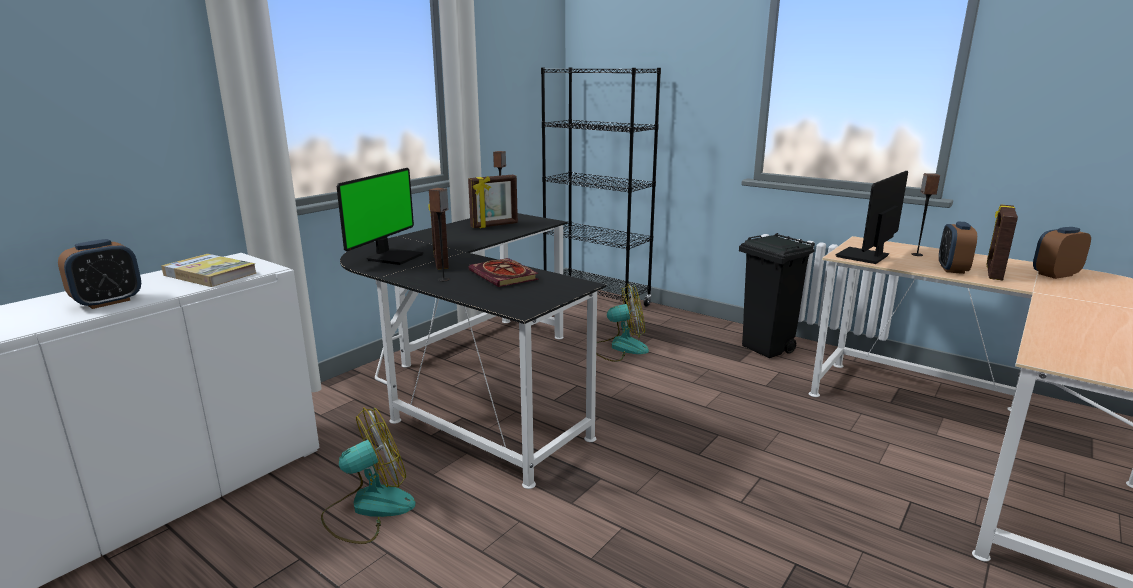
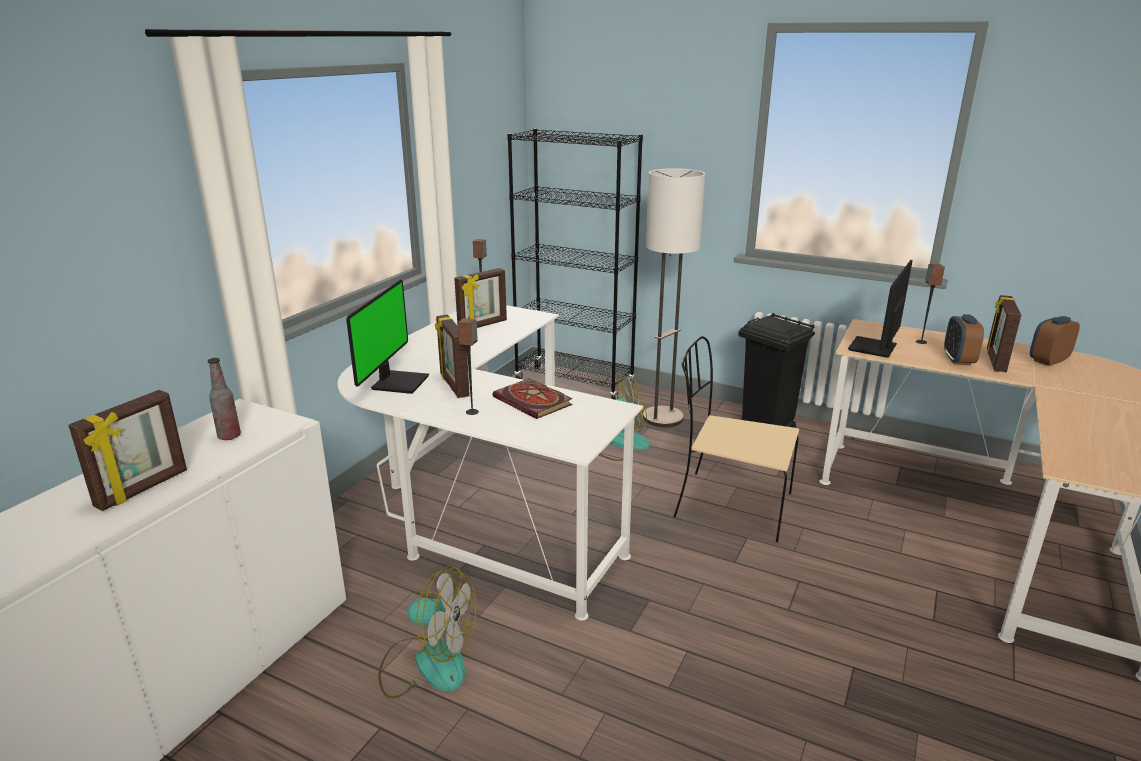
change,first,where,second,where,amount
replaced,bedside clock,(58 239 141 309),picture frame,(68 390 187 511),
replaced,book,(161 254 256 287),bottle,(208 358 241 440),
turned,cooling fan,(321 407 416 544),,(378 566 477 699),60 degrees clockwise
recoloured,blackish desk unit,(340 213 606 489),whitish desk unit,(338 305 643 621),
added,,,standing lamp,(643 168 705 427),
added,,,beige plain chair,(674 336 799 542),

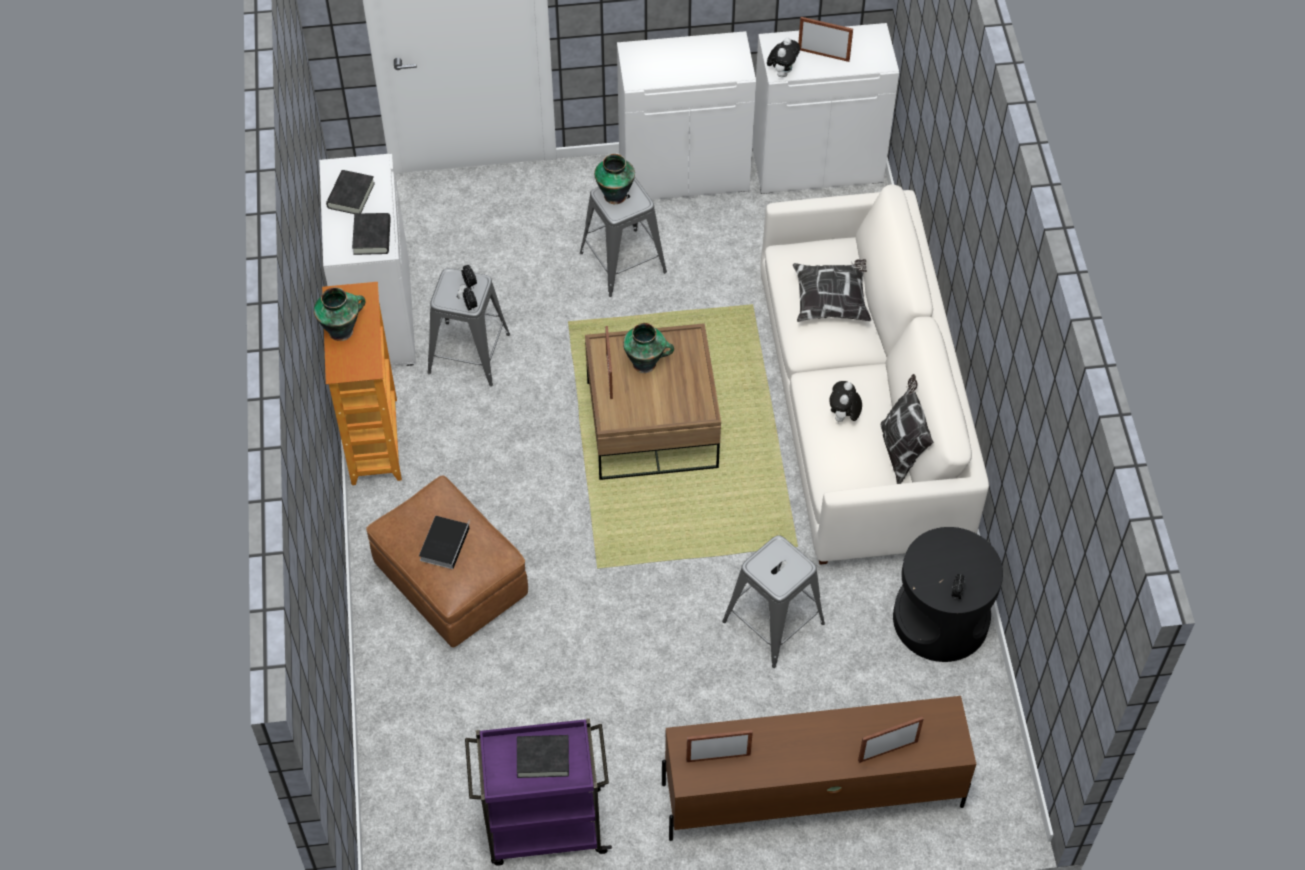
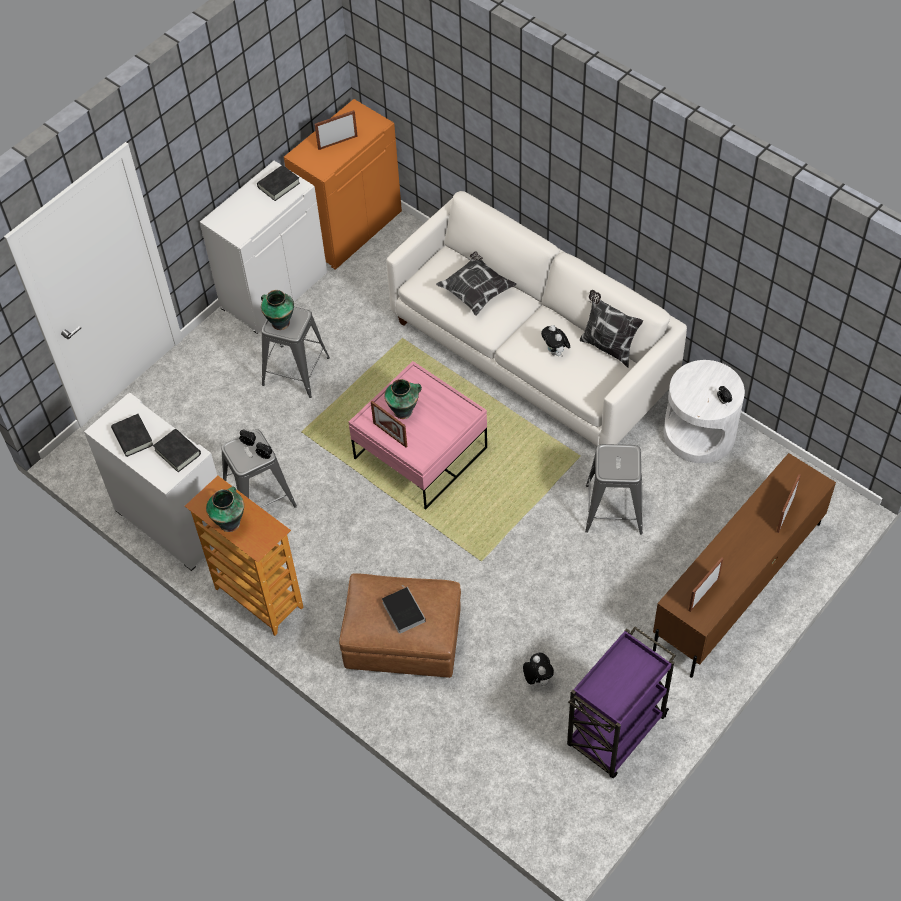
change,first,where,second,where,amount
moved,blackish book,(517 735 569 778),,(257 165 300 201),
recoloured,brown-coloured coffee table,(585 323 721 480),pinkish coffee table,(348 361 487 510),
recoloured,whitish cabinet,(752 23 899 194),orange-coloured cabinet,(284 99 402 270),
moved,cuddly toy,(767 38 800 77),,(523 653 554 686),
recoloured,blackish side table,(893 527 1003 662),whitish side table,(664 360 745 463),

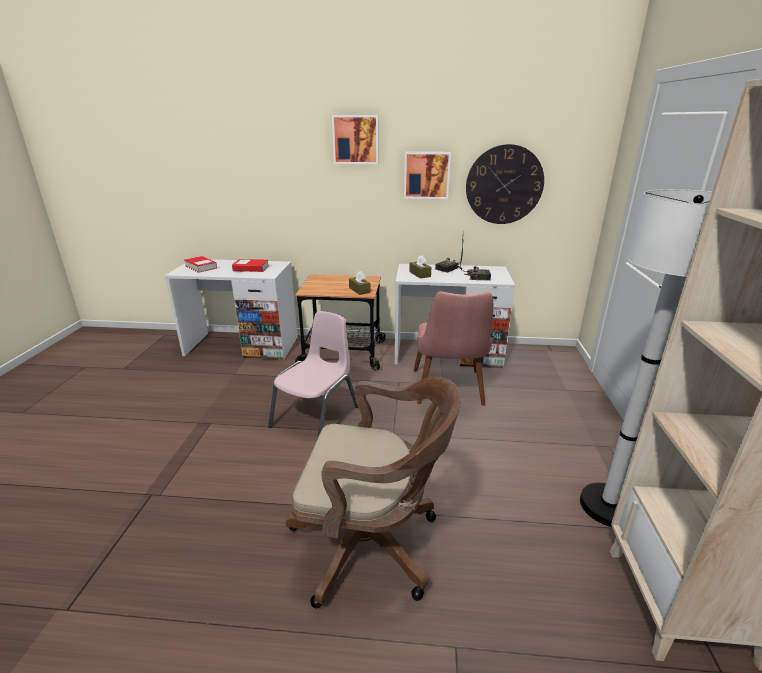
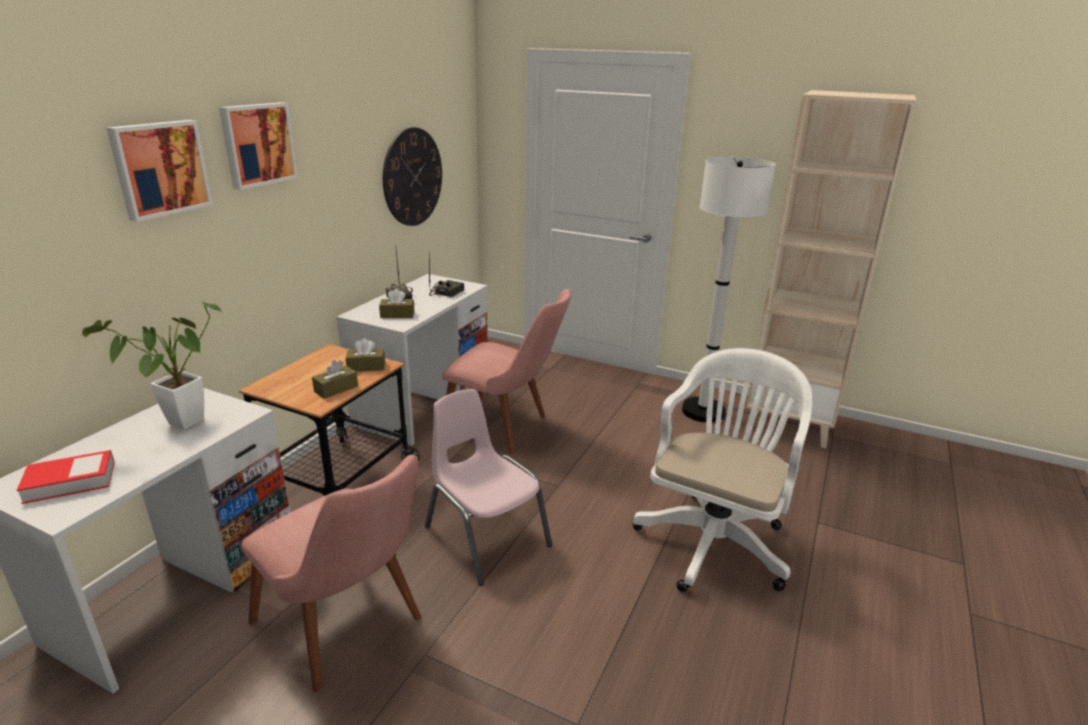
change,first,where,second,where,amount
replaced,book,(232 259 269 272),plant in a pot,(82 301 224 430),
recoloured,brown-coloured desk chair,(286 377 461 609),whitish desk chair,(632 348 812 592),
moved,wall picture,(404 152 451 199),,(107 120 213 222),
added,,,pinkish plain chair,(241 455 421 692),
added,,,brown-coloured tissue holder,(312 360 358 399),

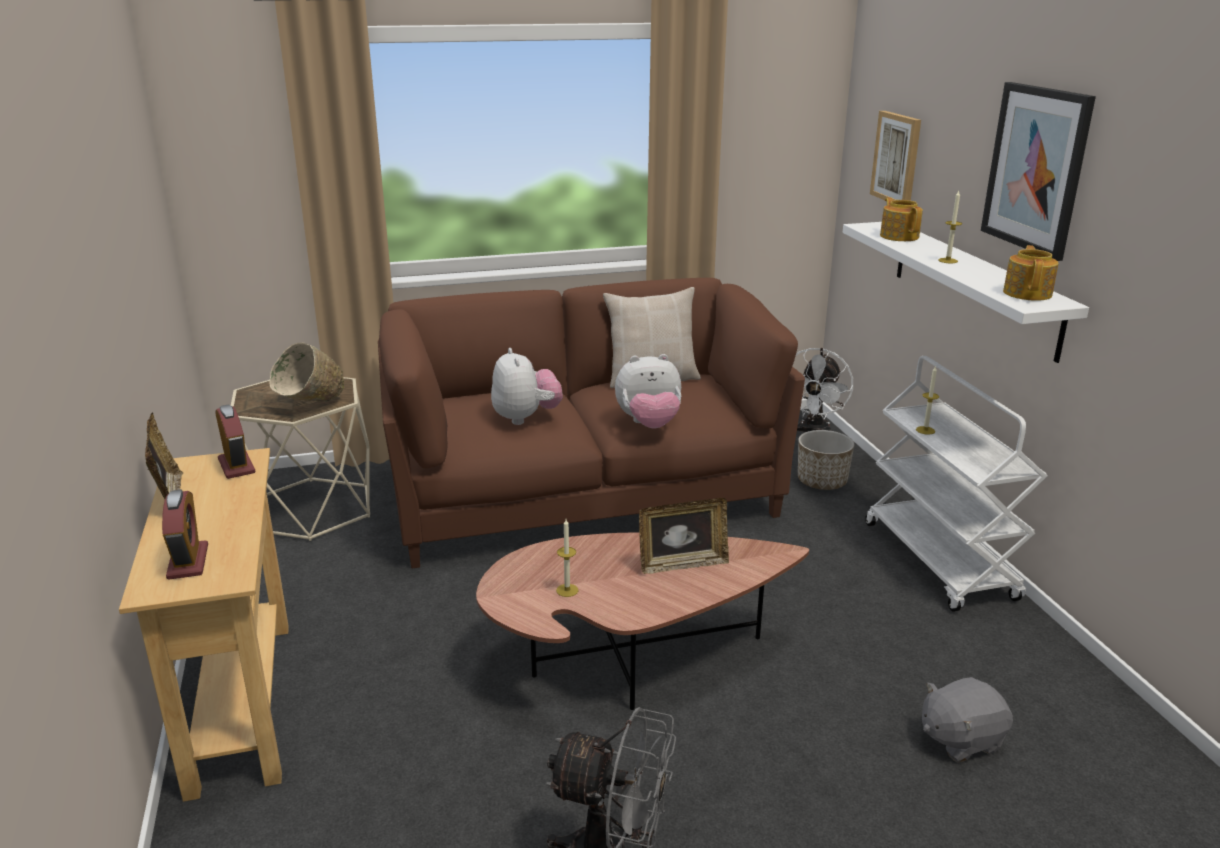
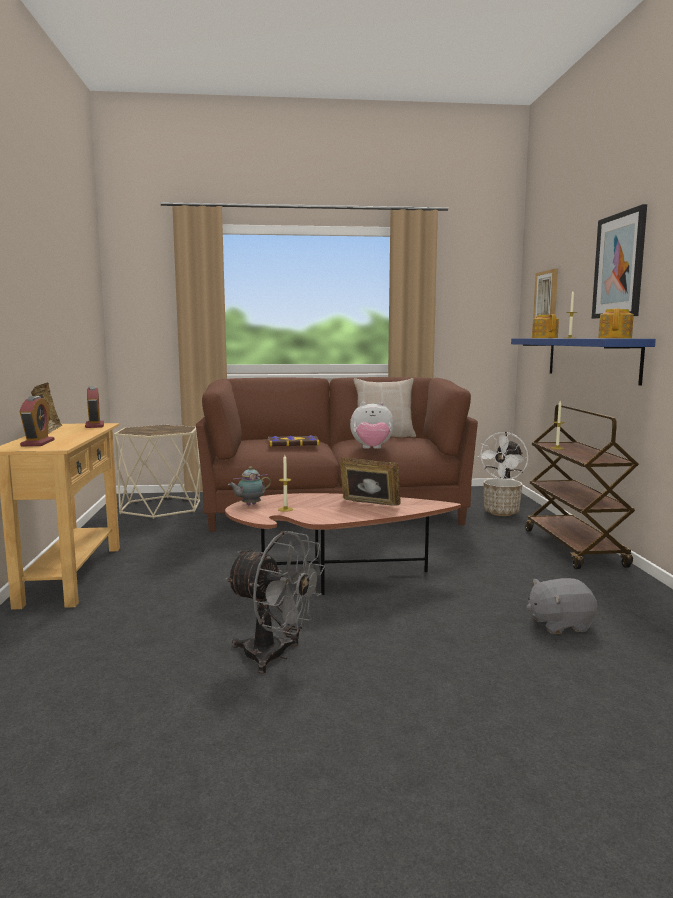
change,first,where,second,where,amount
removed,beige bowl,(269 342 344 402),,,
replaced,cuddly toy,(491 348 563 425),book,(268 435 319 446),
turned,picture frame,(639 498 729 574),,(340 457 401 506),150 degrees counterclockwise
recoloured,whitish shelf,(843 222 1089 363),bluish shelf,(511 338 656 385),
recoloured,whitish cart,(865 356 1047 612),brown-coloured cart,(525 404 639 569),
added,,,teapot,(228 466 271 505),

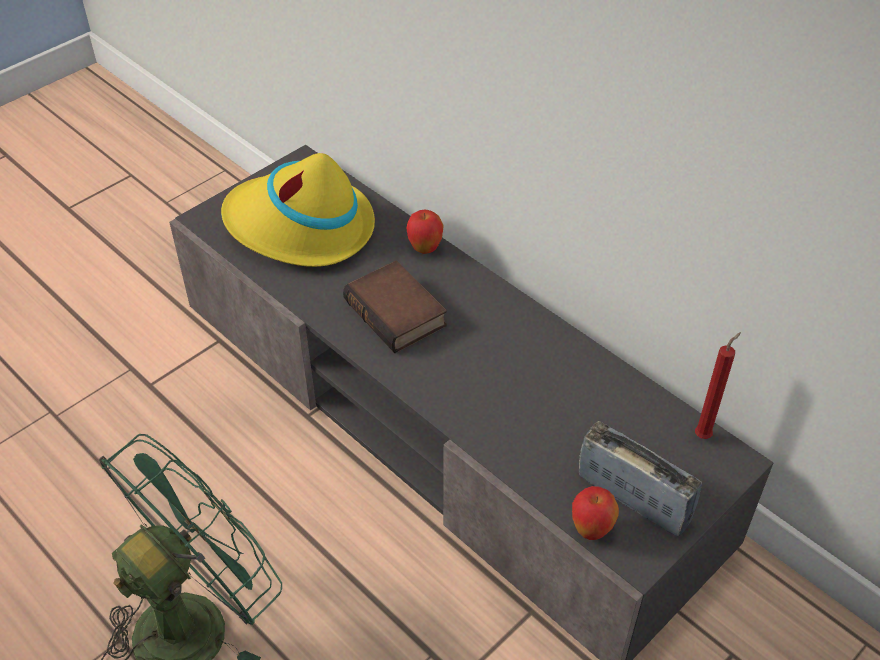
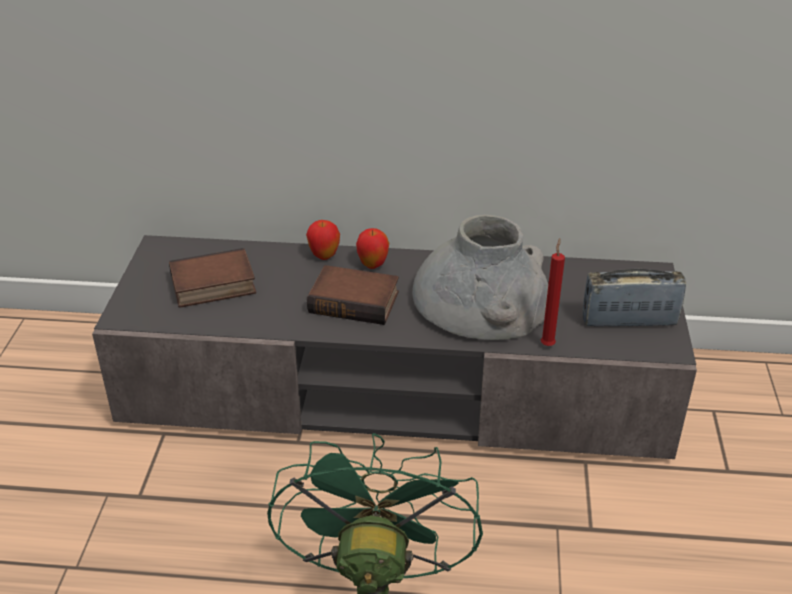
change,first,where,second,where,amount
replaced,yellow clothing hat,(221 153 375 267),book,(169 248 256 308),
moved,whole apple,(572 486 619 540),,(356 228 389 269),
moved,red-coloured wax light,(695 332 741 439),,(541 238 565 346),
added,,,greyish vase,(412 215 548 340),

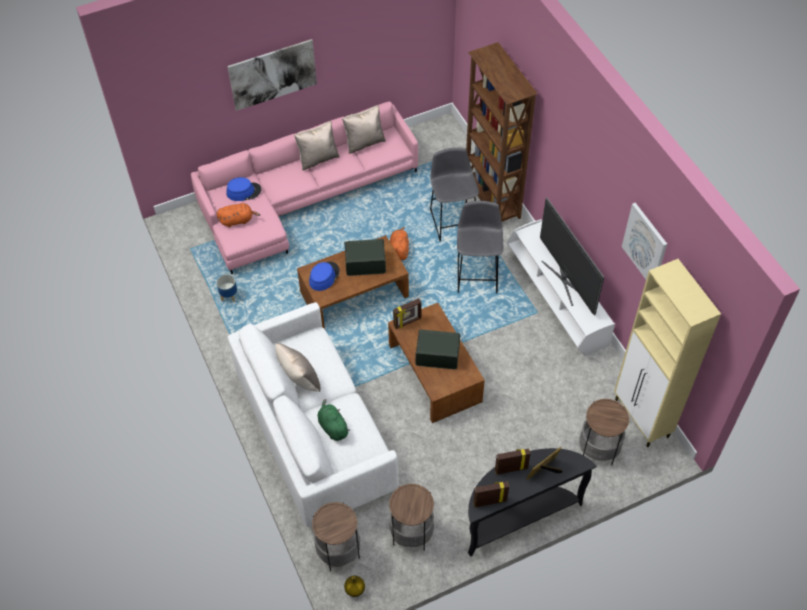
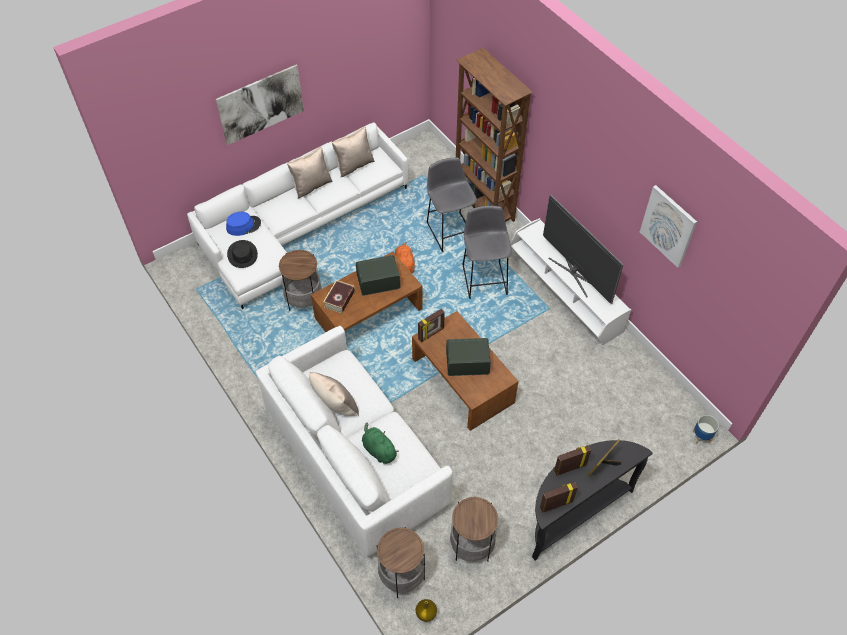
change,first,where,second,where,amount
recoloured,pinkish settee,(191 101 418 274),whitish settee,(187 122 408 309),
replaced,orange-coloured cuddly toy,(217 203 260 227),blackish clothing hat,(227 240 258 268),
moved,planter,(217 274 237 302),,(693 415 719 444),
replaced,bluish clothing hat,(309 261 340 291),book,(323 280 355 314),
moved,side table,(579 399 629 465),,(279 250 322 311),
removed,beige cabinet,(614 259 721 447),,,

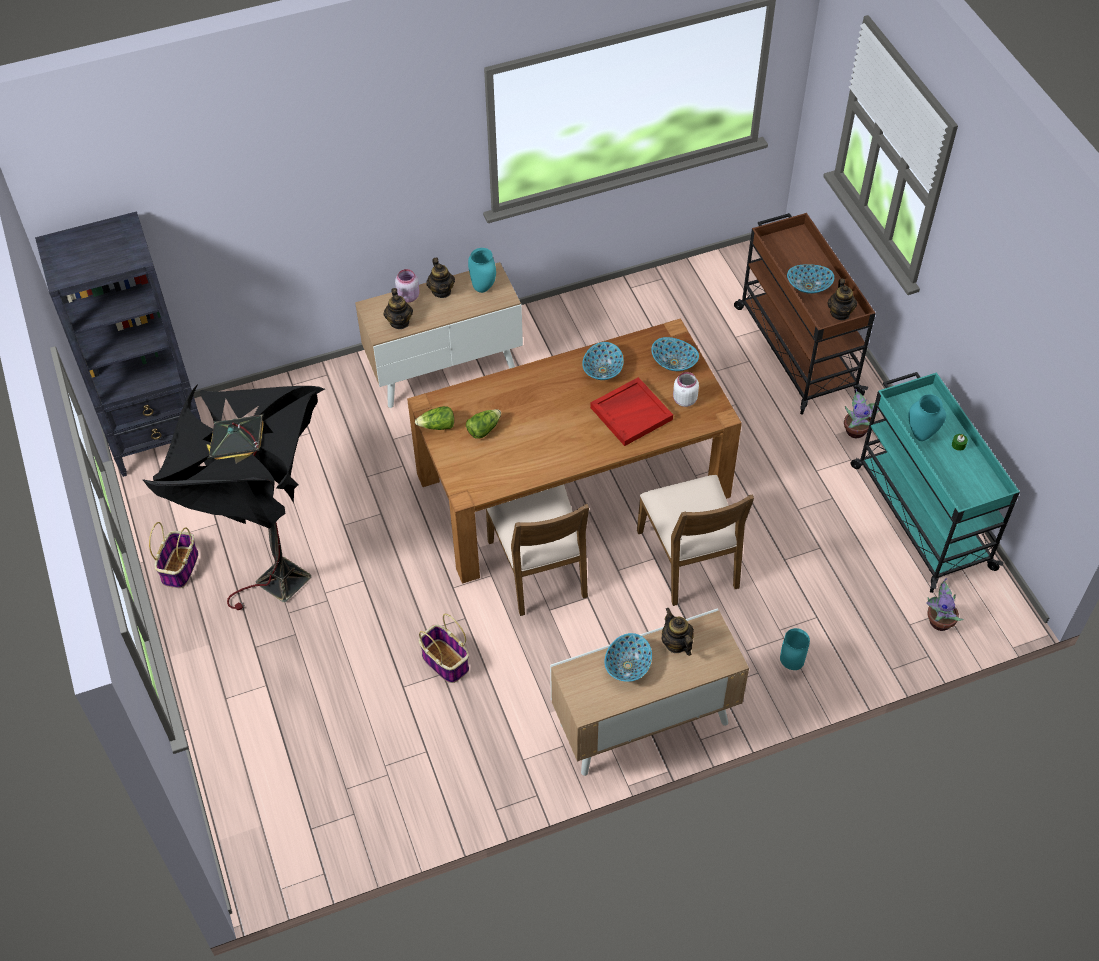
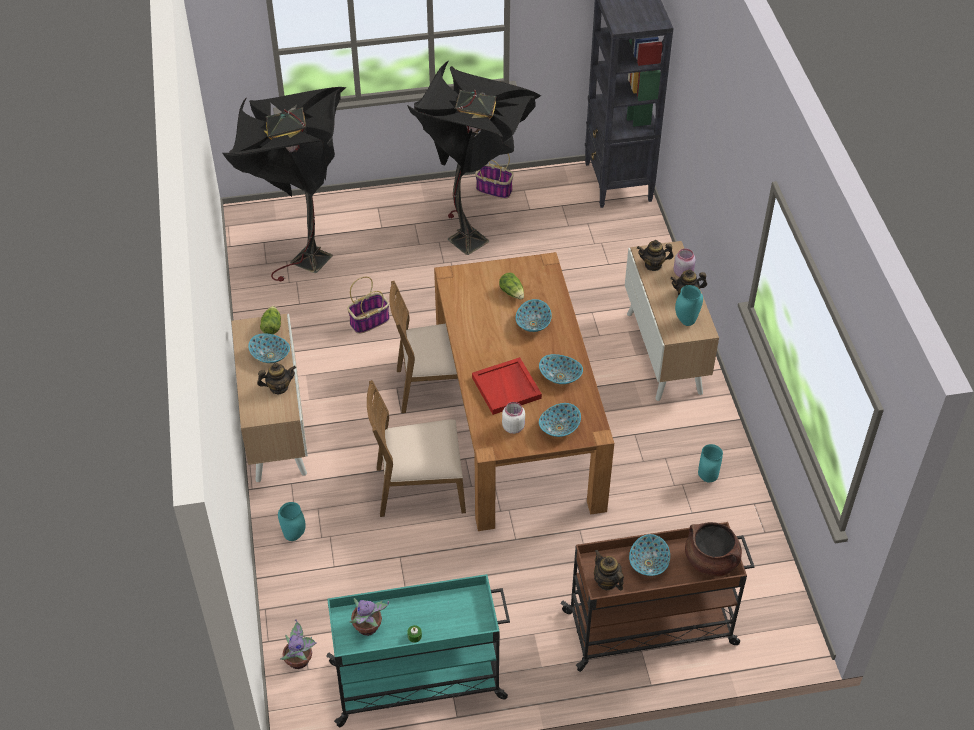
change,first,where,second,where,amount
moved,lettuce,(415 406 454 430),,(260 306 281 334),
turned,teapot,(827 279 857 320),,(594 550 624 590),45 degrees clockwise
moved,plant in a pot,(844 389 879 438),,(349 598 389 636),
moved,blue-green vase,(908 394 946 441),,(698 444 723 482),
added,,,blackish standing lamp,(222 87 346 282),
added,,,bowl,(516 299 552 332),
added,,,brown-coloured saucepot,(685 522 742 576),

